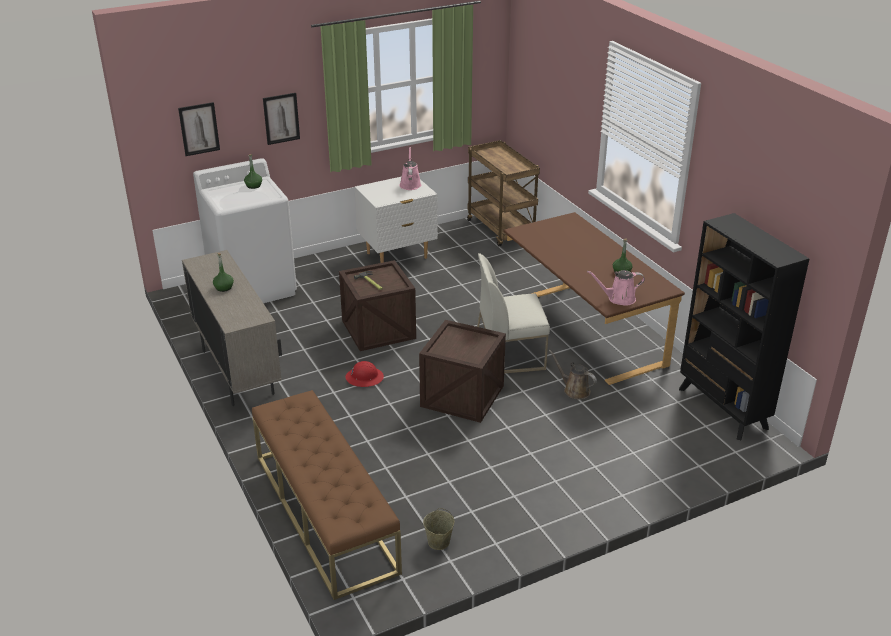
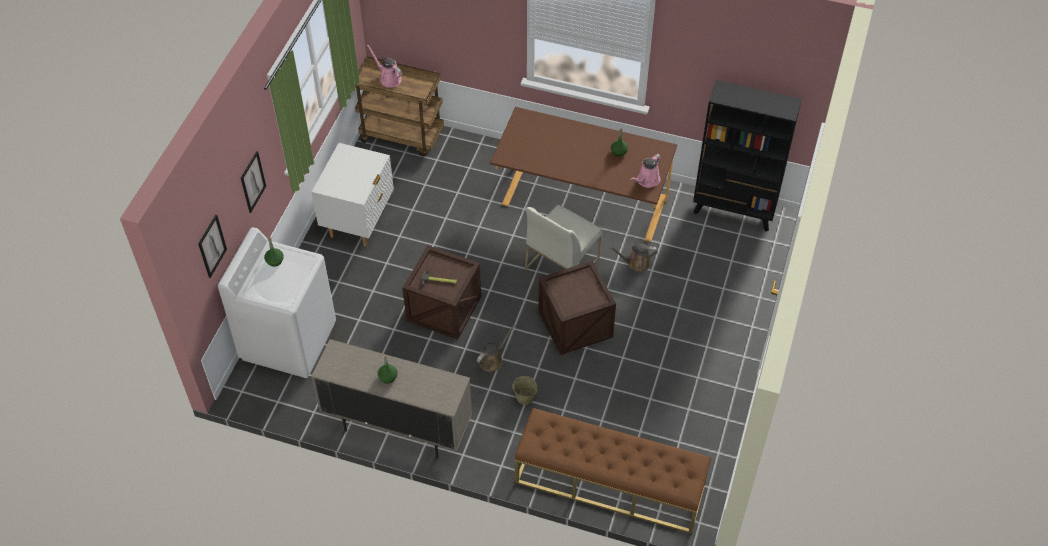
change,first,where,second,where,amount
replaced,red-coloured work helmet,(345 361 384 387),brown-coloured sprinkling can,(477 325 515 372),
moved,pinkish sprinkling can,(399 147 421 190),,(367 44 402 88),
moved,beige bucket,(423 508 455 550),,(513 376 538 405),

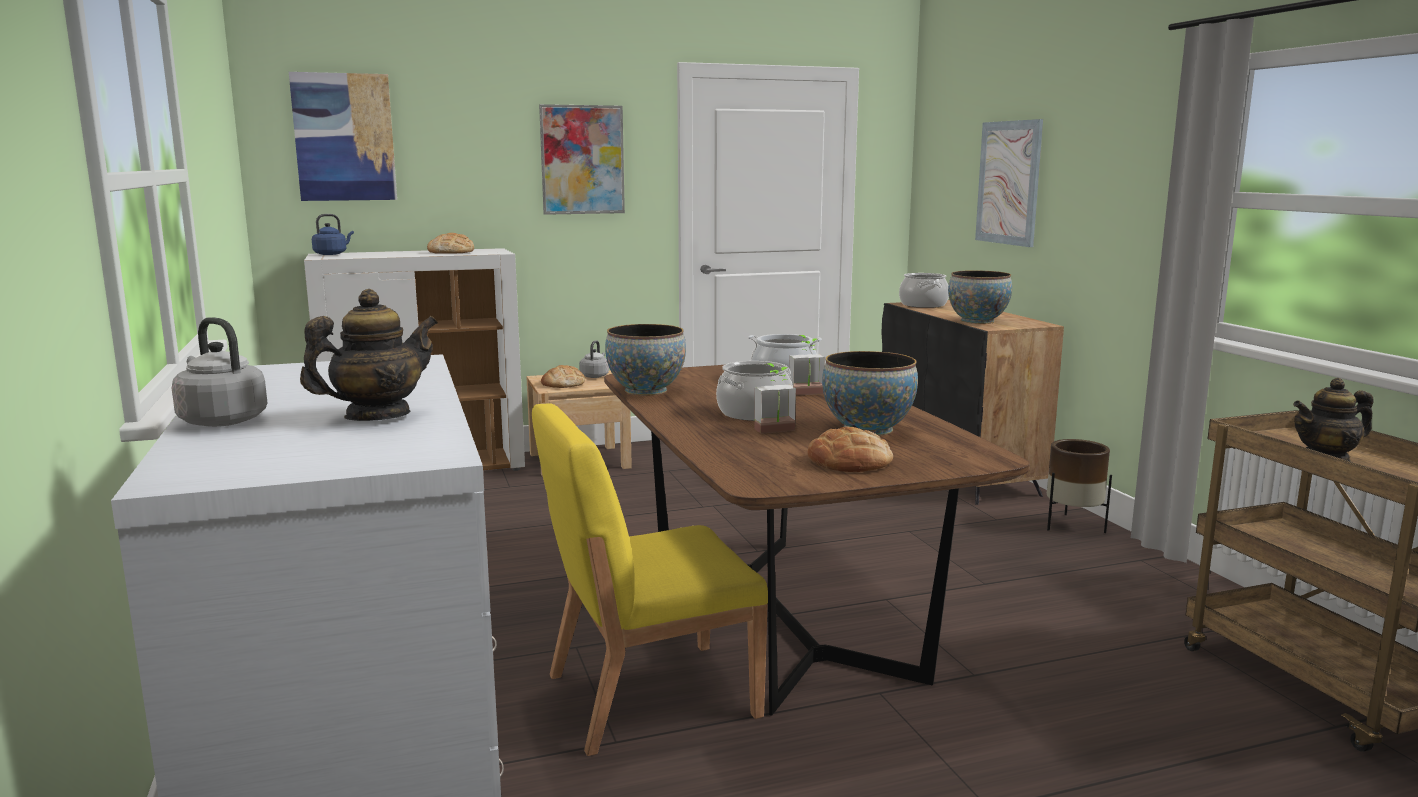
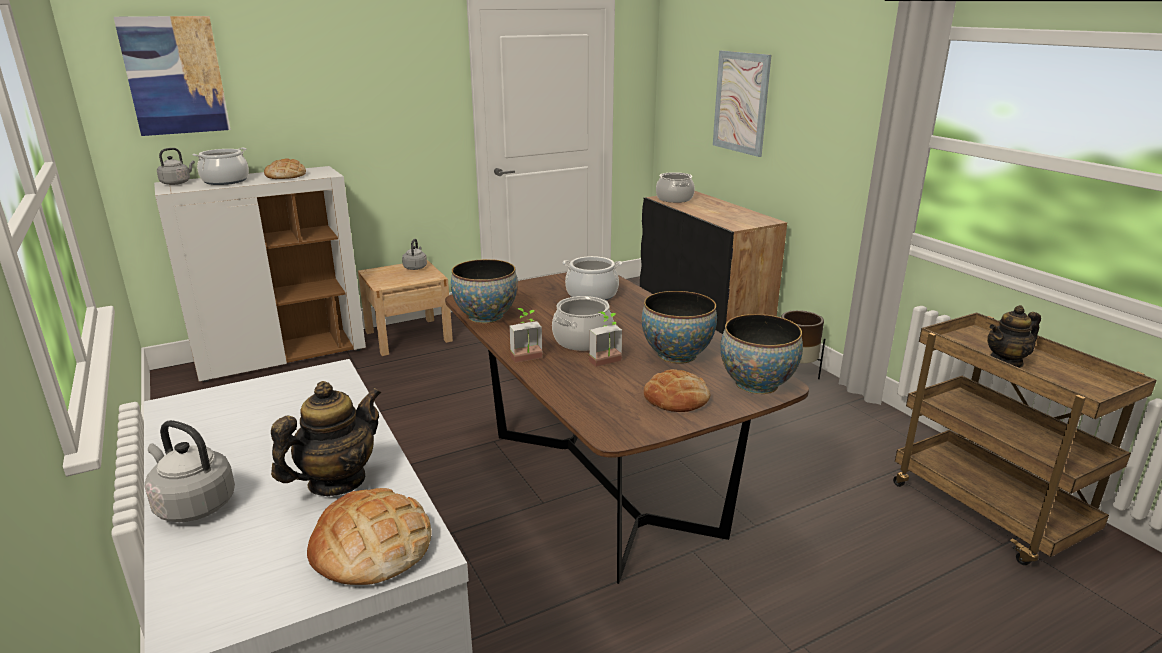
change,first,where,second,where,amount
recoloured,bluish kettle,(312 214 354 255),greyish kettle,(157 148 195 185),
removed,yellow plain chair,(532 403 768 756),,,
removed,wall picture,(539 104 625 215),,,
moved,baked bread,(541 365 585 388),,(307 488 432 585),
moved,plant in a pot,(789 335 825 395),,(509 308 543 363),
moved,bowl,(948 270 1012 324),,(720 314 803 394),
added,,,saucepot,(193 148 249 185),

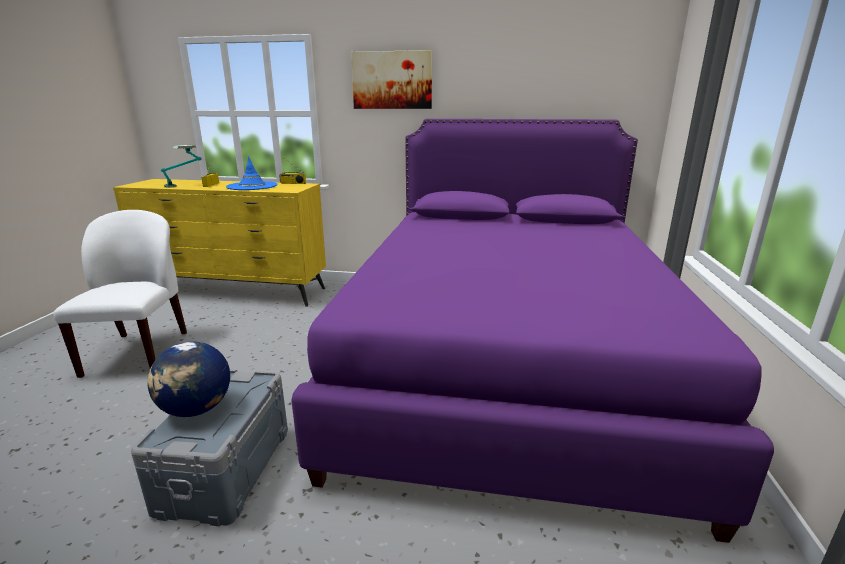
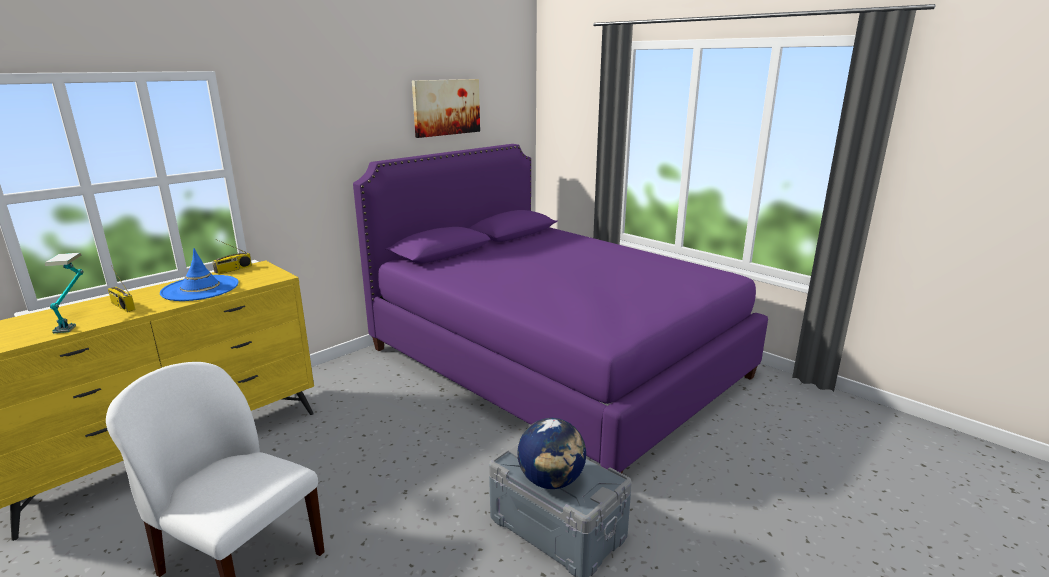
change,first,where,second,where,amount
moved,wall picture,(351 50 432 109),,(412 79 480 138),

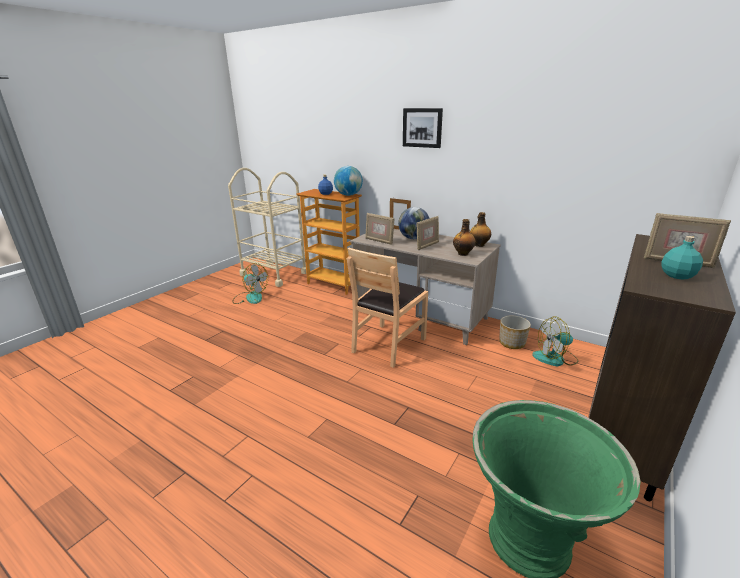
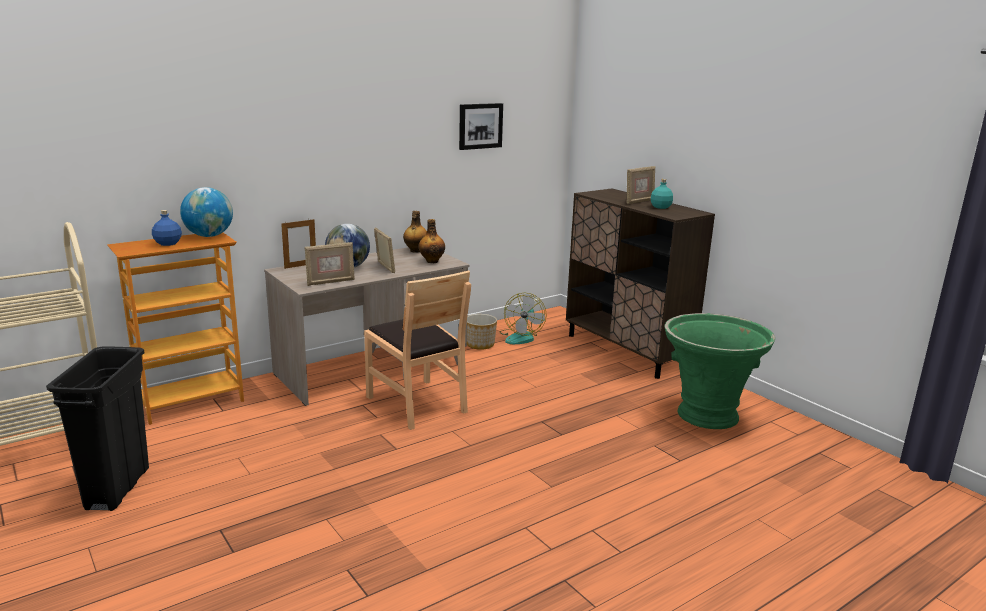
change,first,where,second,where,amount
replaced,cooling fan,(232 263 268 304),blackish trash can,(46 347 149 511),
moved,wall picture,(403 108 443 148),,(459 103 503 150),

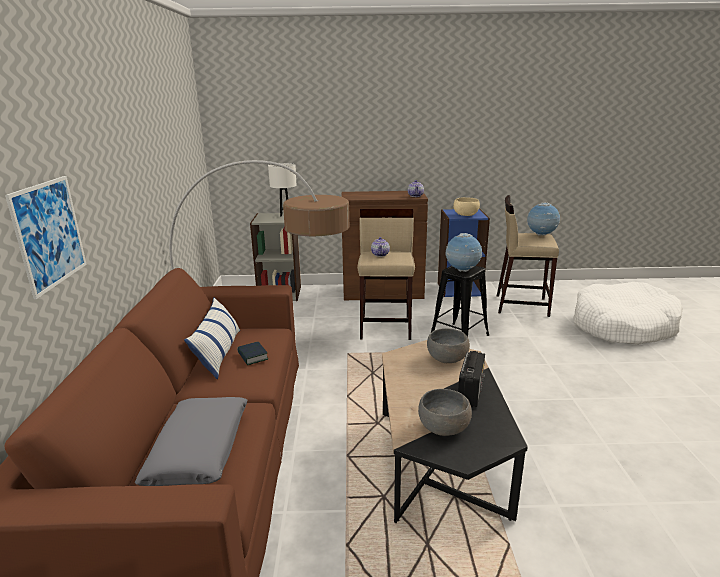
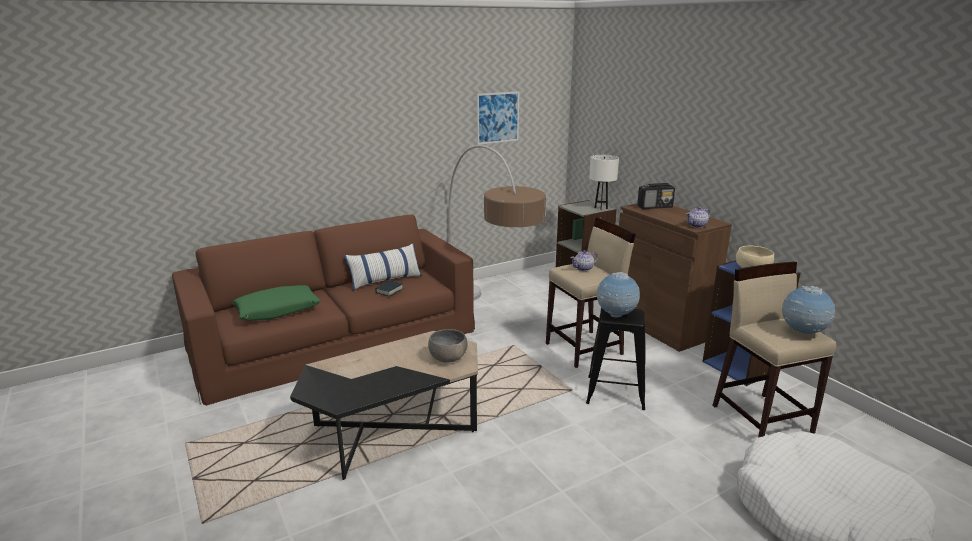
change,first,where,second,where,amount
moved,wall picture,(5 176 87 299),,(477 91 519 145),
recoloured,greyish throw pillow,(135 397 248 486),greenish throw pillow,(232 285 320 320),
removed,greyish bowl,(418 389 472 436),,,
moved,radio receiver,(458 351 485 407),,(637 183 675 209),

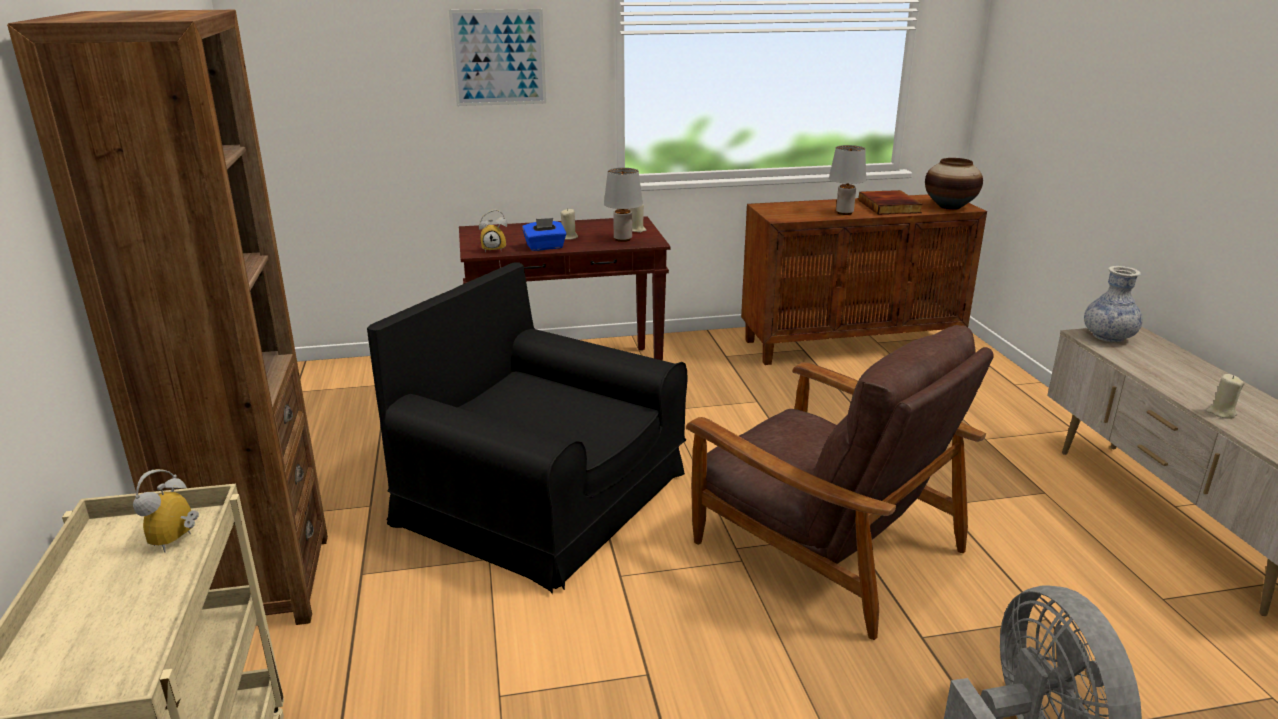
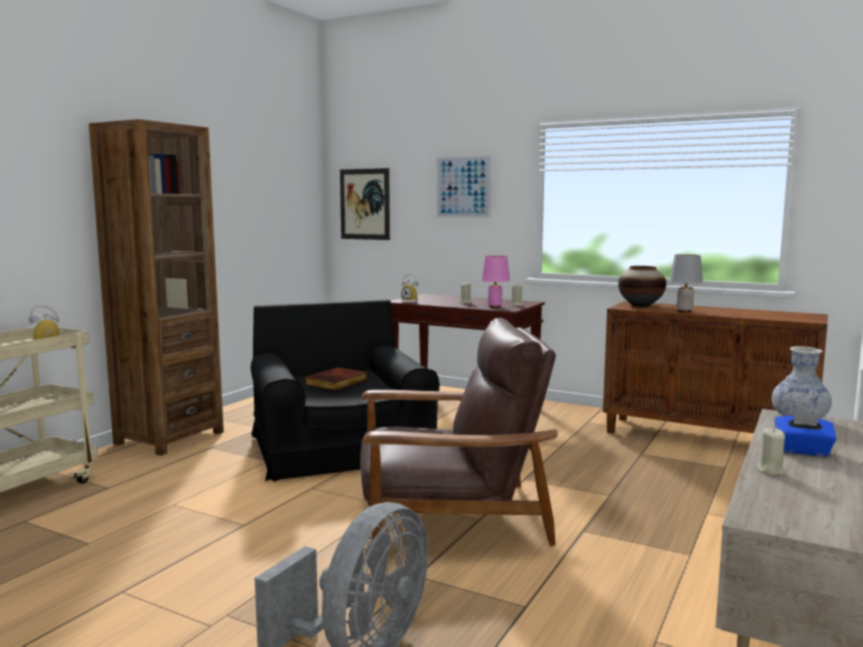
change,first,where,second,where,amount
moved,bluish tissue holder,(522 218 566 251),,(774 411 836 457),
recoloured,greyish table lamp,(604 168 643 242),pinkish table lamp,(482 256 510 308),
turned,brown-coloured lounge chair,(686 325 994 640),,(360 318 558 546),90 degrees counterclockwise
moved,book,(858 190 923 215),,(305 367 368 391),
moved,vase,(925 158 983 210),,(618 266 666 307),
added,,,wall picture,(340 168 390 240),

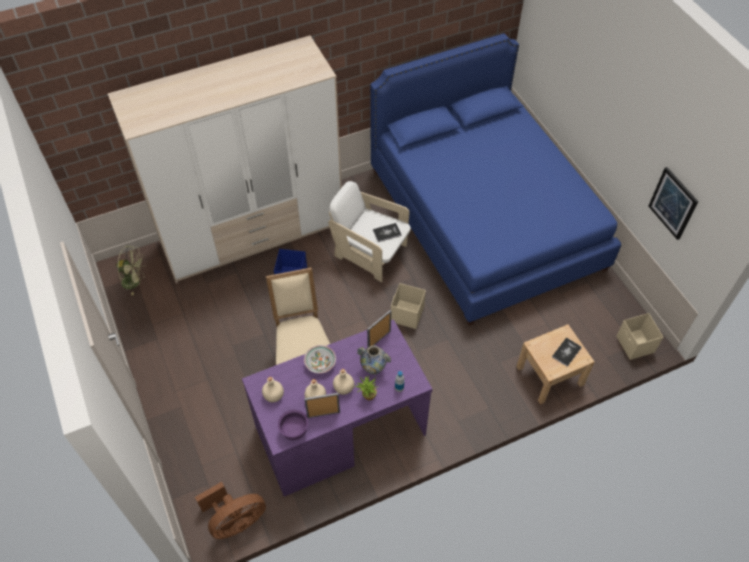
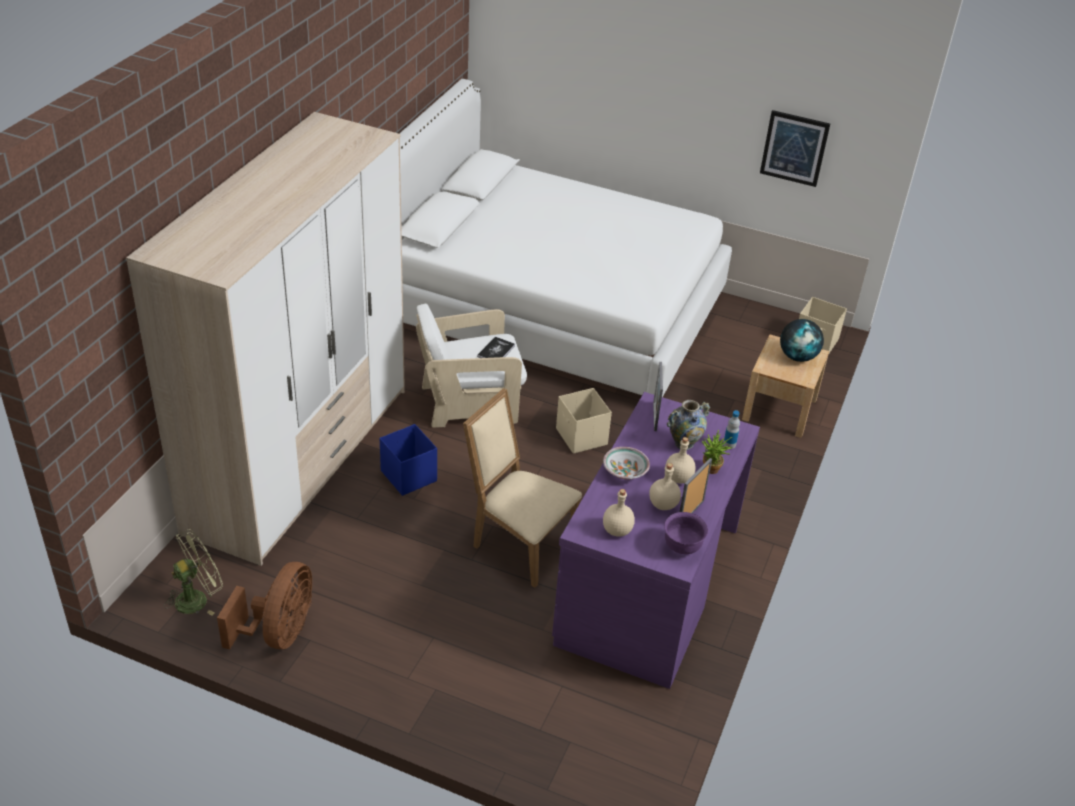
change,first,where,second,where,amount
moved,brown-coloured cooling fan,(195 482 266 539),,(217 562 312 650),
recoloured,bluish bedroom bed,(370 33 621 326),whitish bedroom bed,(399 79 732 397),
replaced,book,(552 337 582 367),globe,(780 319 824 362),

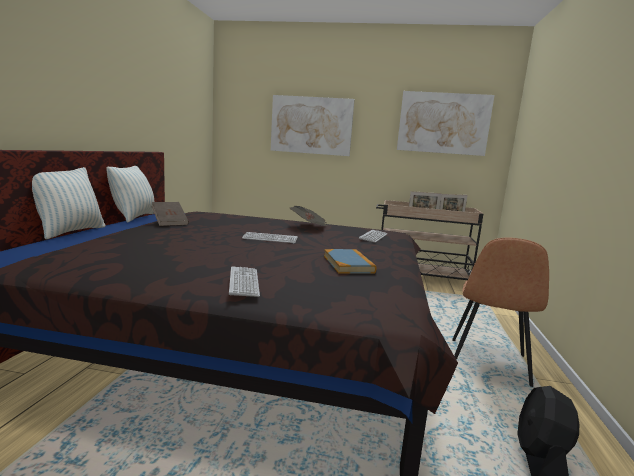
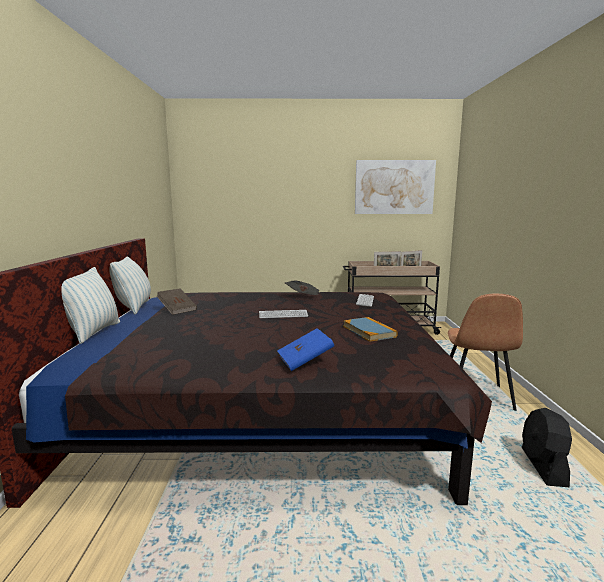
change,first,where,second,where,amount
replaced,PC keyboard,(229 266 260 297),bluish book,(277 328 334 371),
removed,wall picture,(271 95 355 156),,,

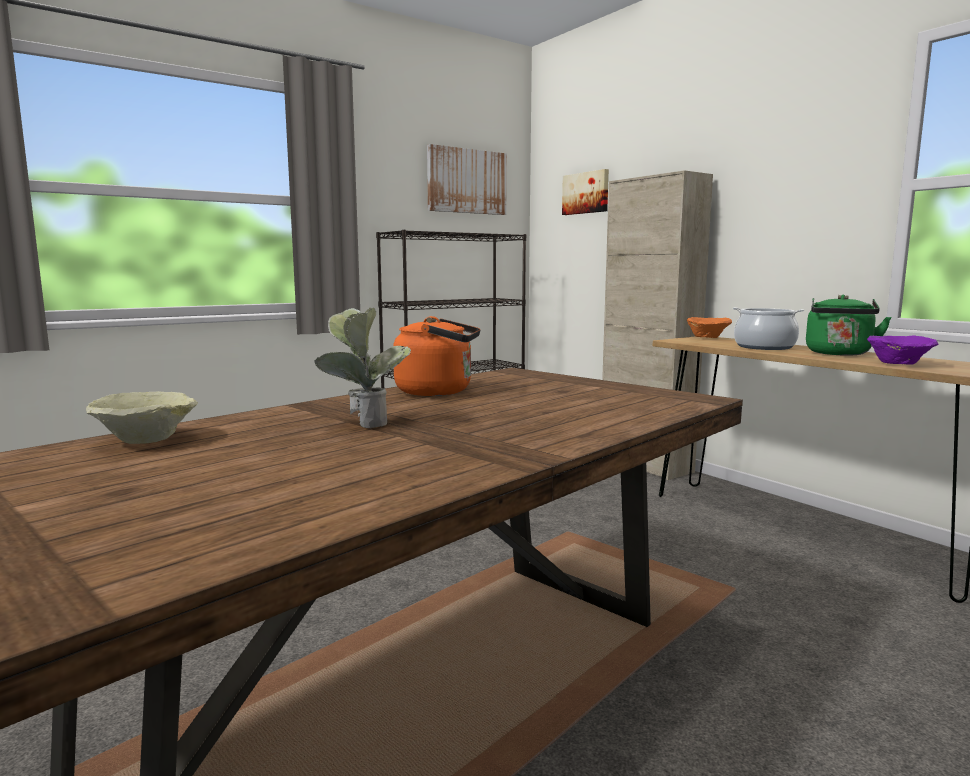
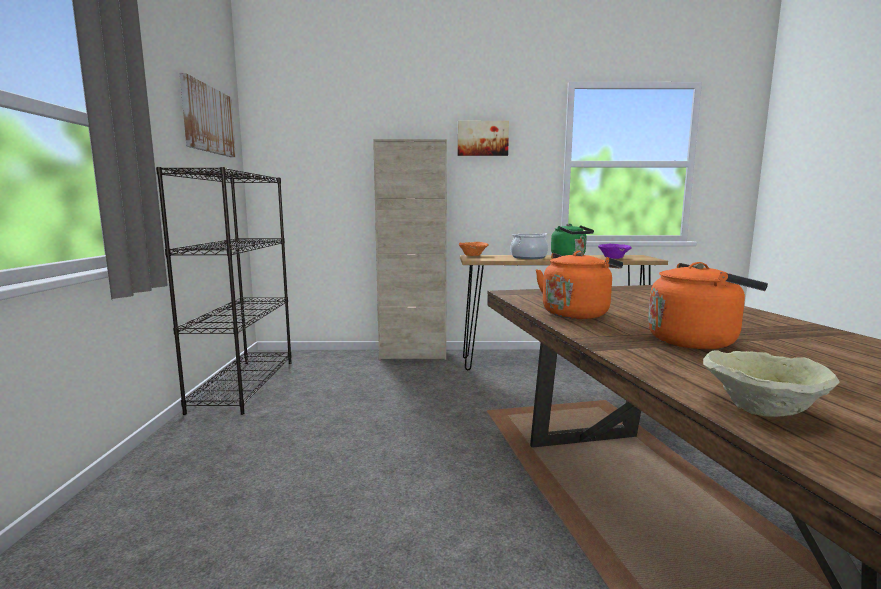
change,first,where,second,where,amount
replaced,plant in a pot,(314 307 411 428),orange-coloured kettle,(648 262 768 349),
moved,wall picture,(562 169 609 215),,(458 121 509 156),

